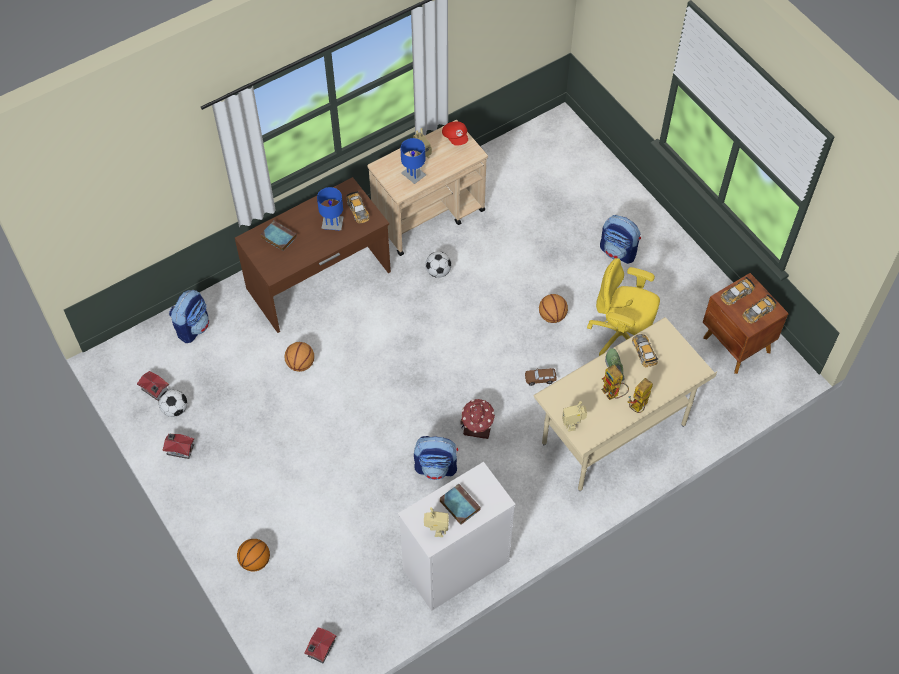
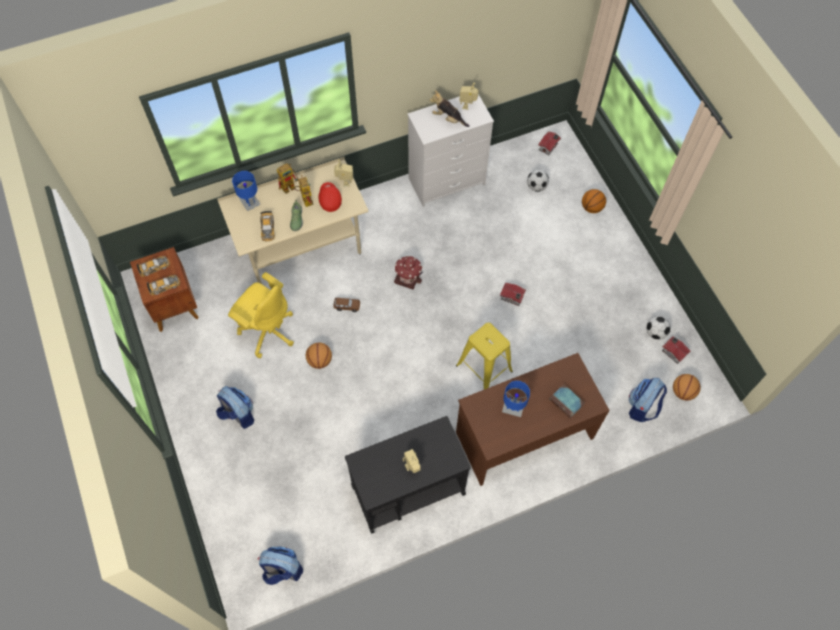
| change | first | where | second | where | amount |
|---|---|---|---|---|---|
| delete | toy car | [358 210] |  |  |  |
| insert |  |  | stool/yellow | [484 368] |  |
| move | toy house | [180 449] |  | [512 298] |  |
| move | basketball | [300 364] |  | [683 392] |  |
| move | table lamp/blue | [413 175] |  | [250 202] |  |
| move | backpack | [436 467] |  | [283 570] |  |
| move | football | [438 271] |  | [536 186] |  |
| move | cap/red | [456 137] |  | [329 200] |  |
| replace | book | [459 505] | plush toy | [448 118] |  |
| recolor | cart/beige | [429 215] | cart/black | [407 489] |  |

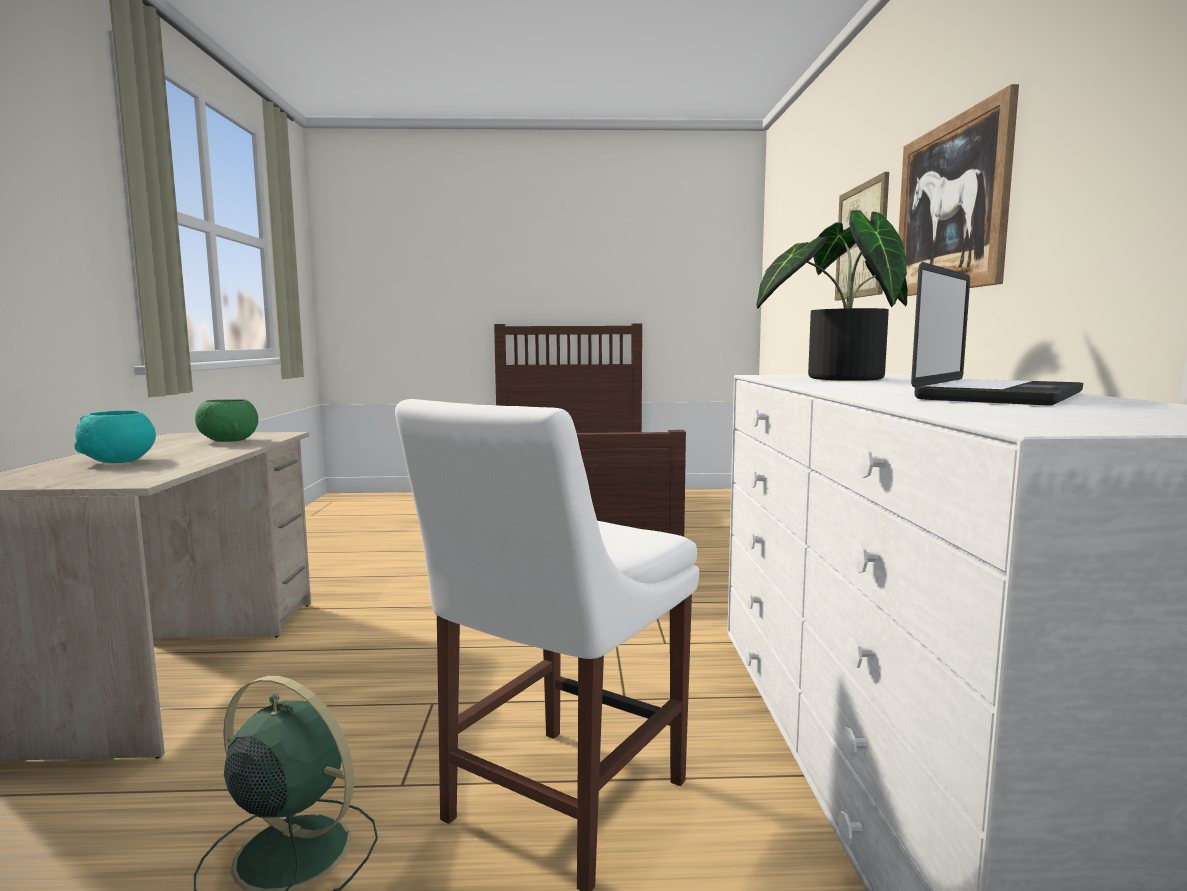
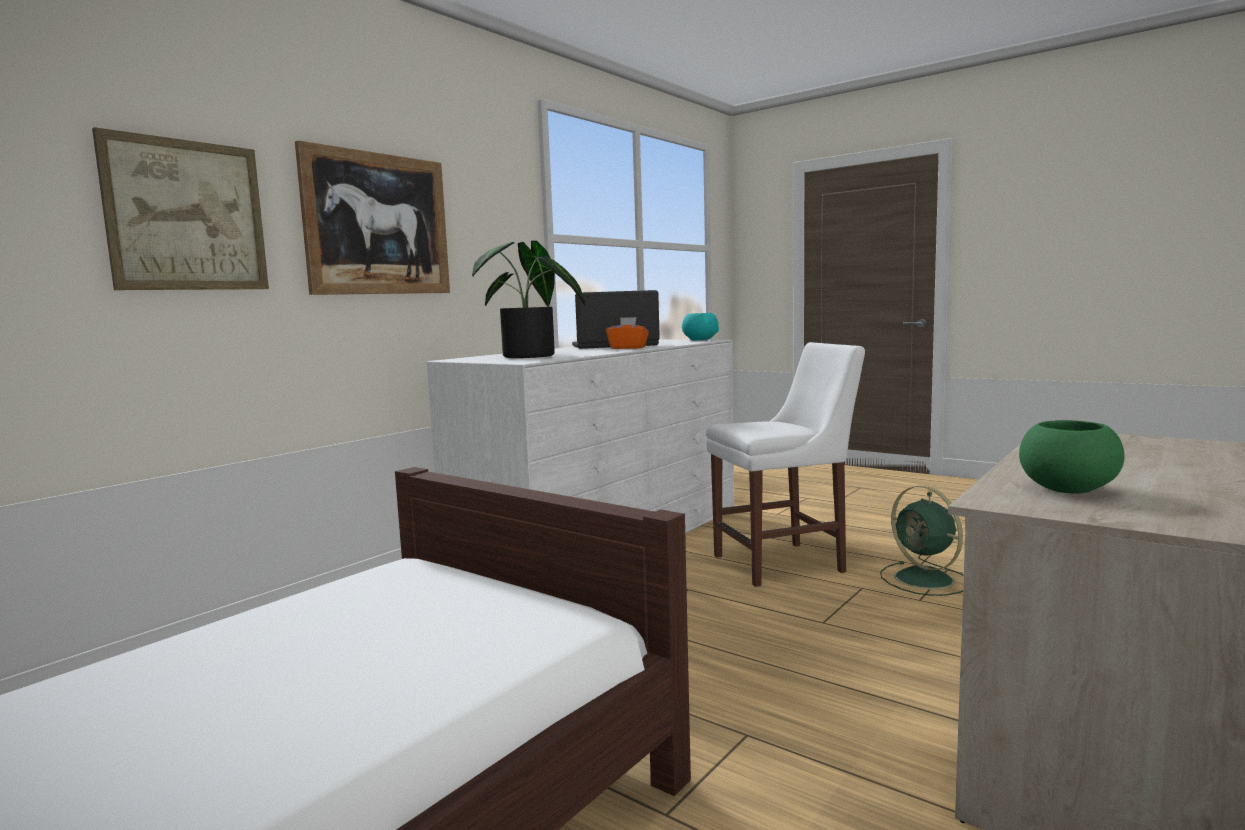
| change | first | where | second | where | amount |
|---|---|---|---|---|---|
| insert |  |  | tissue box/orange | [628 348] |  |
| move | bowl/turquoise | [119 461] |  | [700 340] |  |

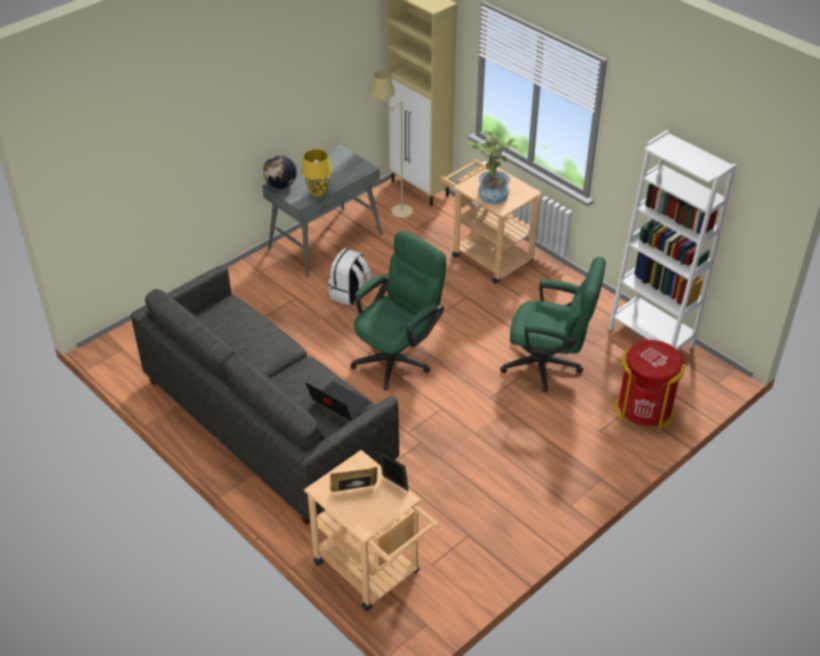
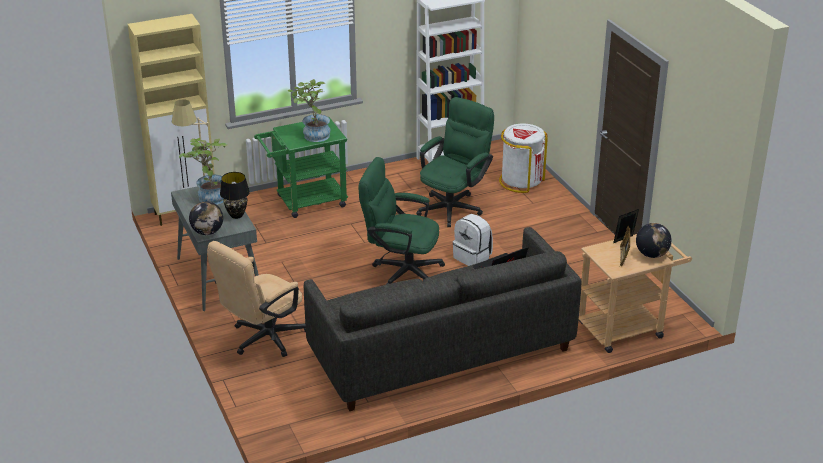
| change | first | where | second | where | amount |
|---|---|---|---|---|---|
| insert |  |  | potted plant | [209 196] |  |
| insert |  |  | office chair/beige | [262 340] |  |
| insert |  |  | globe | [652 254] |  |
| move | backpack/white | [350 294] |  | [473 257] |  |
| recolor | table lamp/yellow | [318 193] | table lamp/black | [237 215] |  |
| recolor | cart/beige | [487 255] | cart/green | [305 202] |  |
| recolor | trash can/red | [644 409] | trash can/white | [521 181] |  |
| rotate | office chair/green | [398 356] |  | [401 270] | 45 degrees counterclockwise |

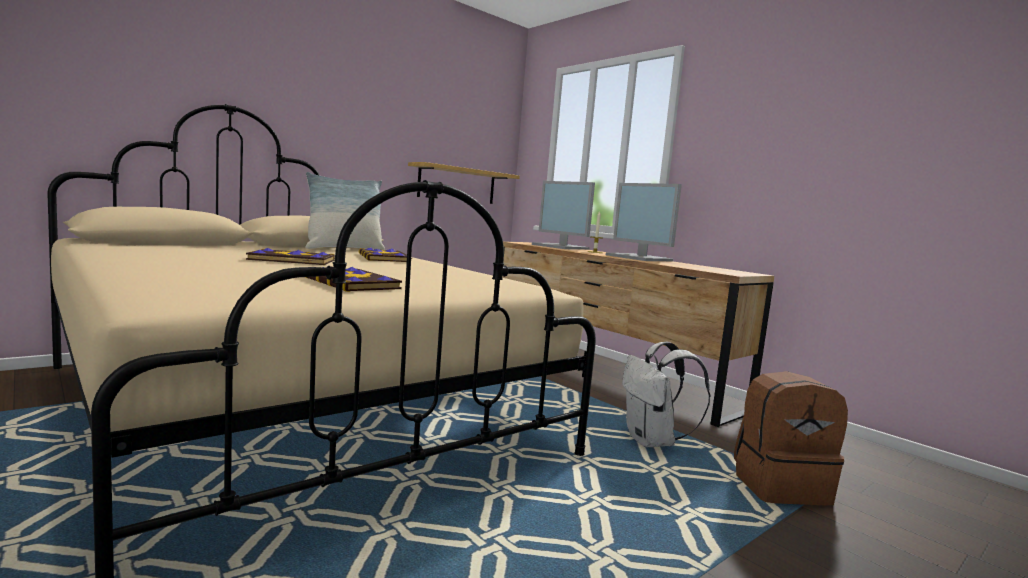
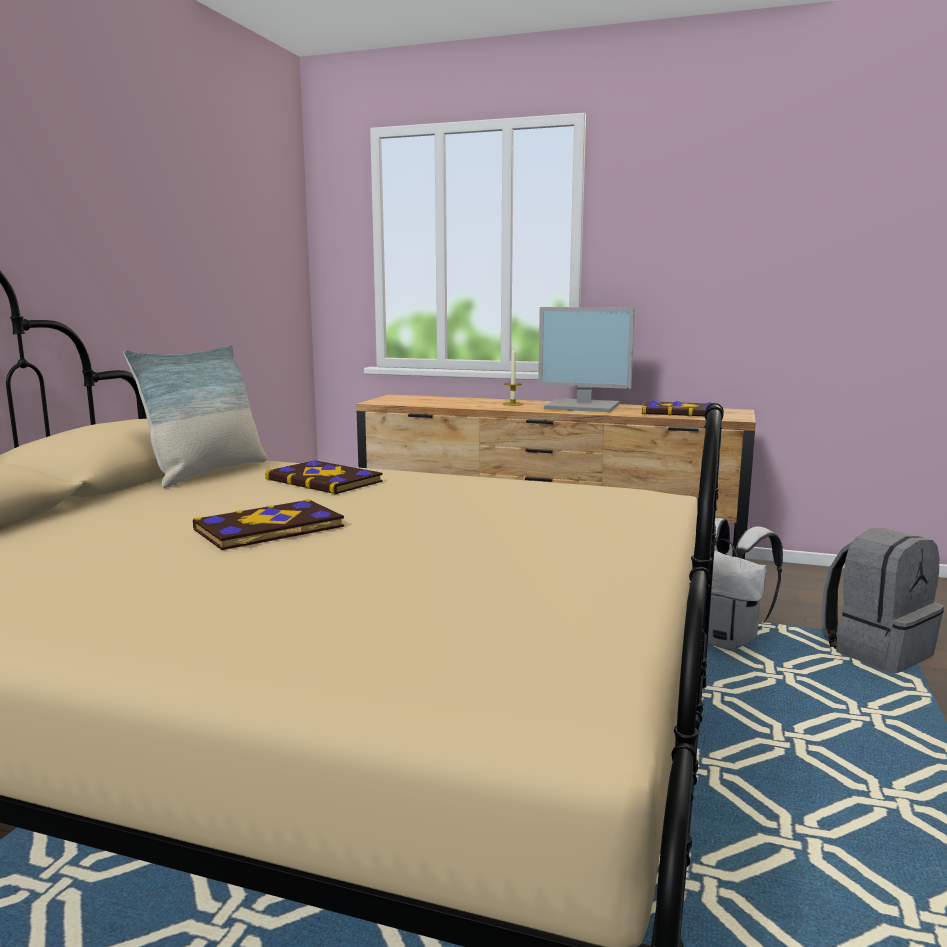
| change | first | where | second | where | amount |
|---|---|---|---|---|---|
| delete | shelf | [457 184] |  |  |  |
| delete | monitor | [561 247] |  |  |  |
| move | book | [353 283] |  | [680 412] |  |
| recolor | backpack/brown | [780 486] | backpack/grey | [876 650] |  |

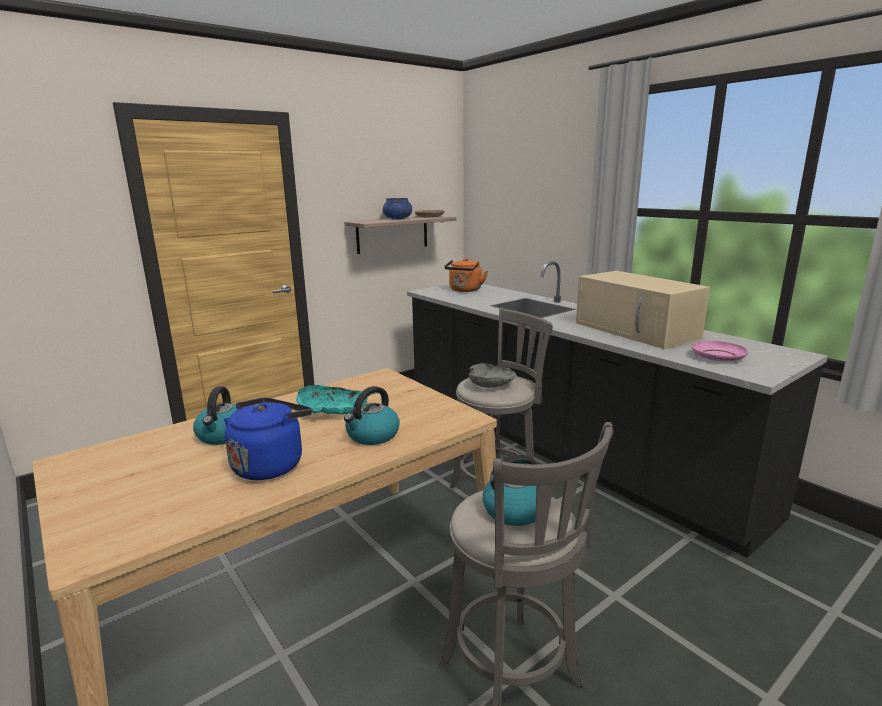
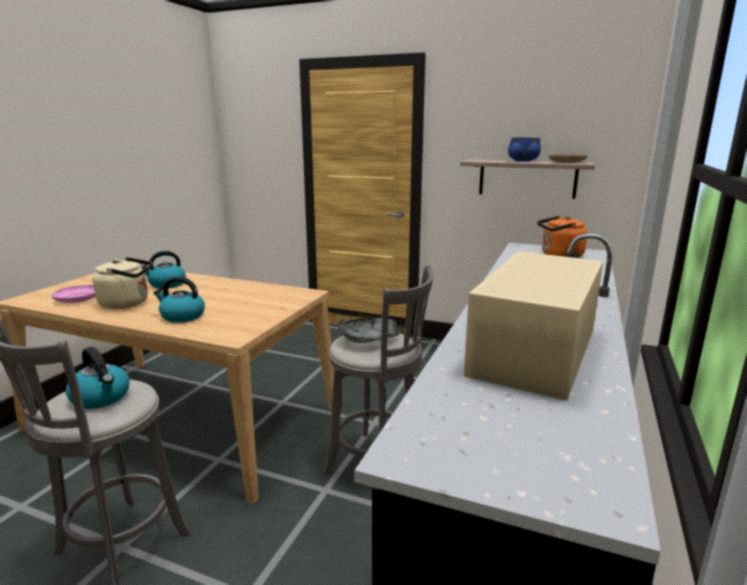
| change | first | where | second | where | amount |
|---|---|---|---|---|---|
| delete | bowl/turquoise | [331 411] |  |  |  |
| move | plate/pink | [718 357] |  | [78 299] |  |
| recolor | kettle/blue | [270 464] | kettle/beige | [128 303] |  |

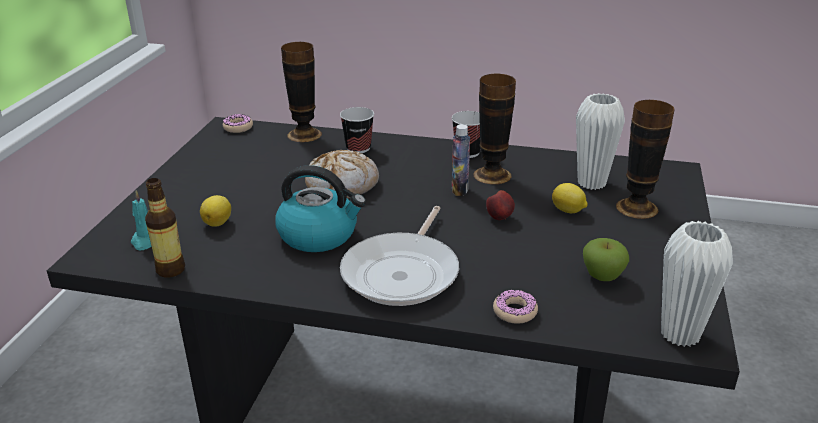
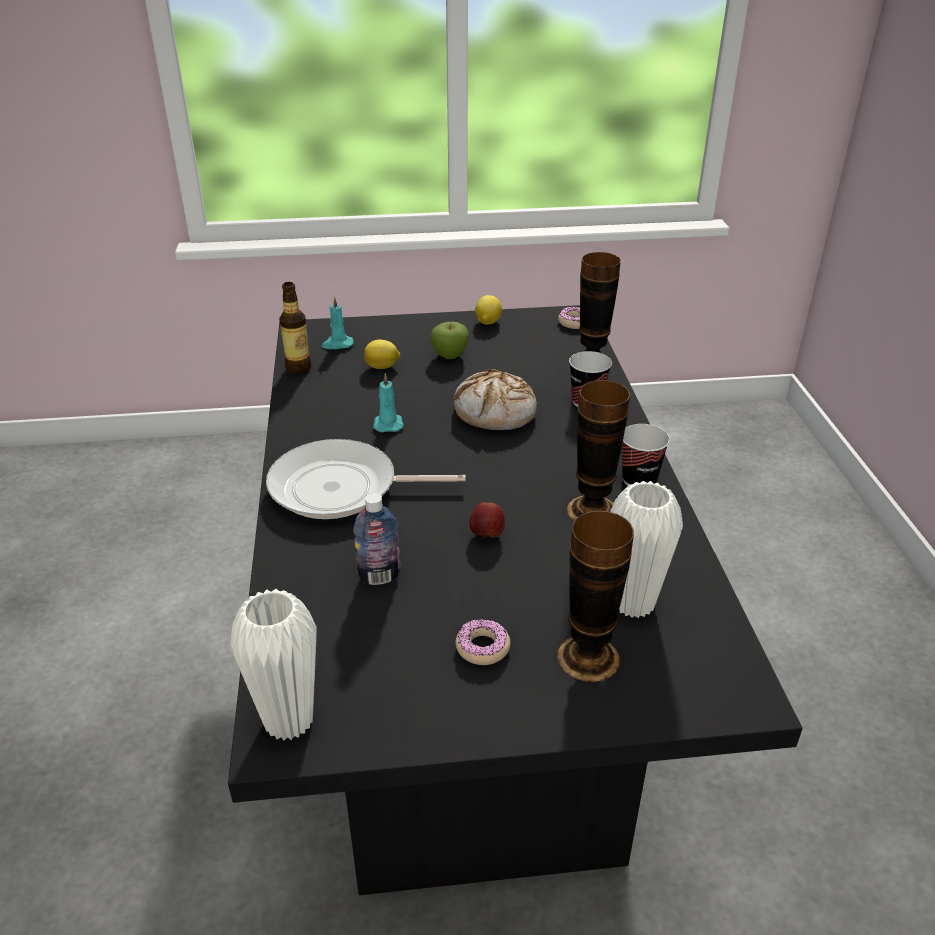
| change | first | where | second | where | amount |
|---|---|---|---|---|---|
| move | bottle | [459 190] |  | [379 577] |  |
| move | donut | [515 312] |  | [482 647] |  |
| move | lemon | [568 211] |  | [487 322] |  |
| move | apple | [602 277] |  | [450 356] |  |
| replace | kettle | [319 235] | candle/turquoise | [388 424] |  |

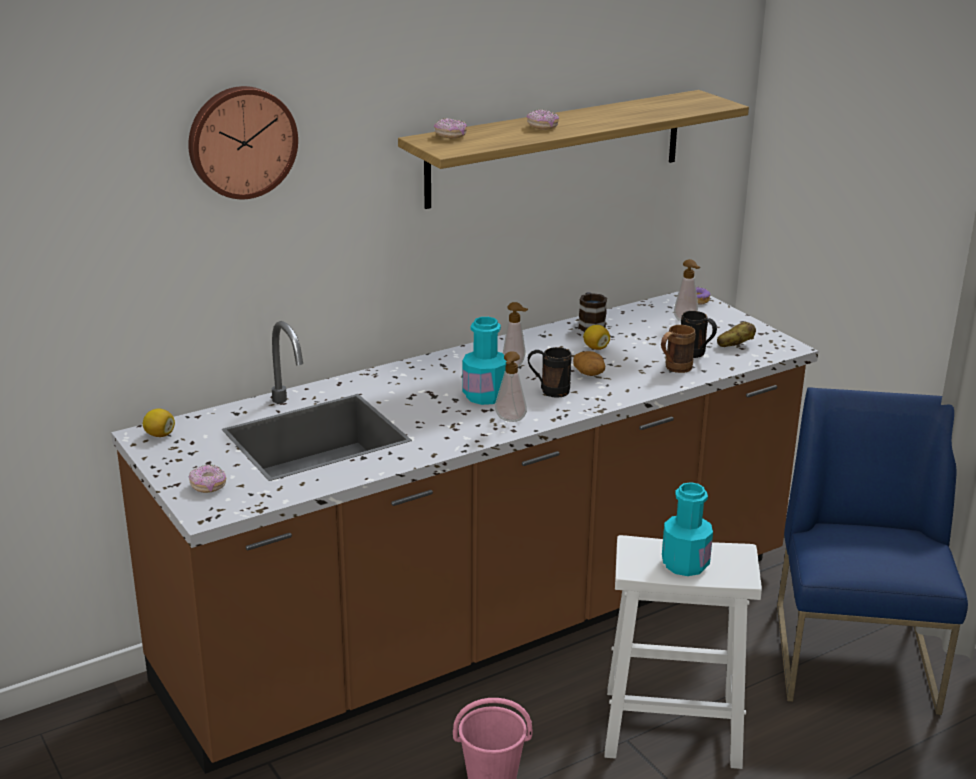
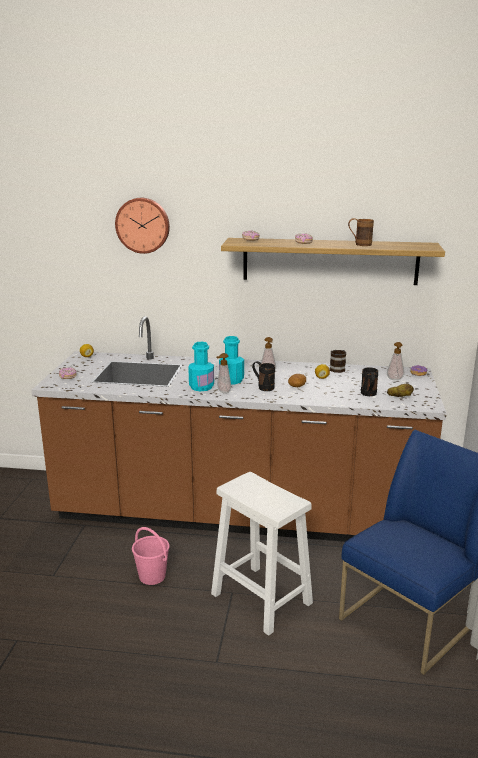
| change | first | where | second | where | amount |
|---|---|---|---|---|---|
| move | mug/brown | [674 369] |  | [359 244] |  |
| move | bottle/turquoise | [685 564] |  | [201 387] |  |

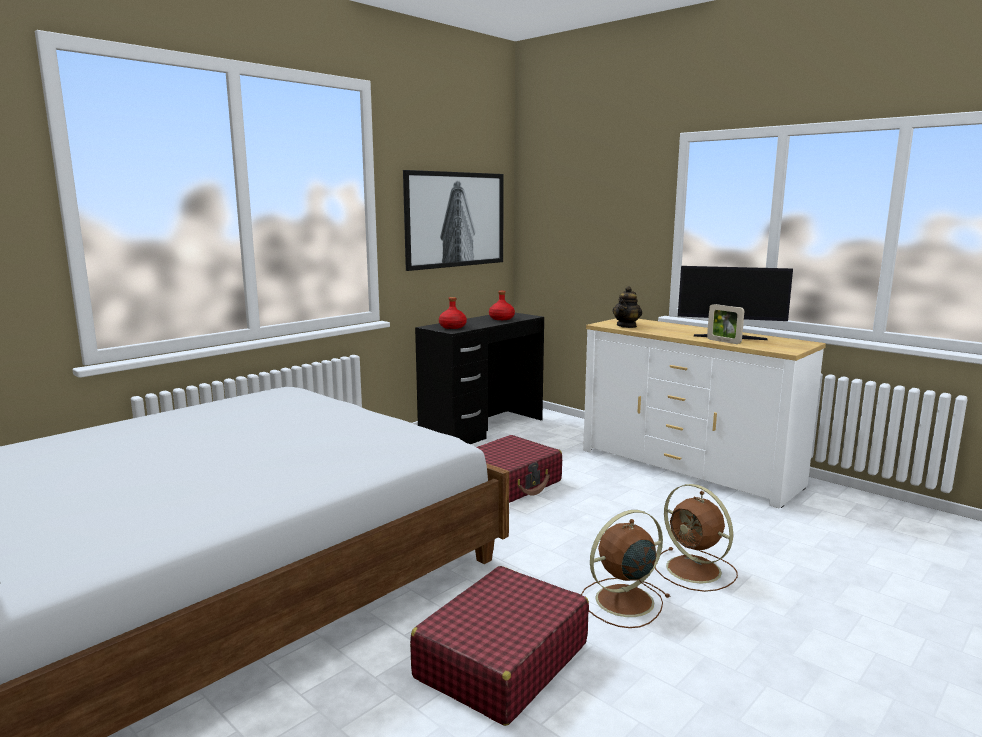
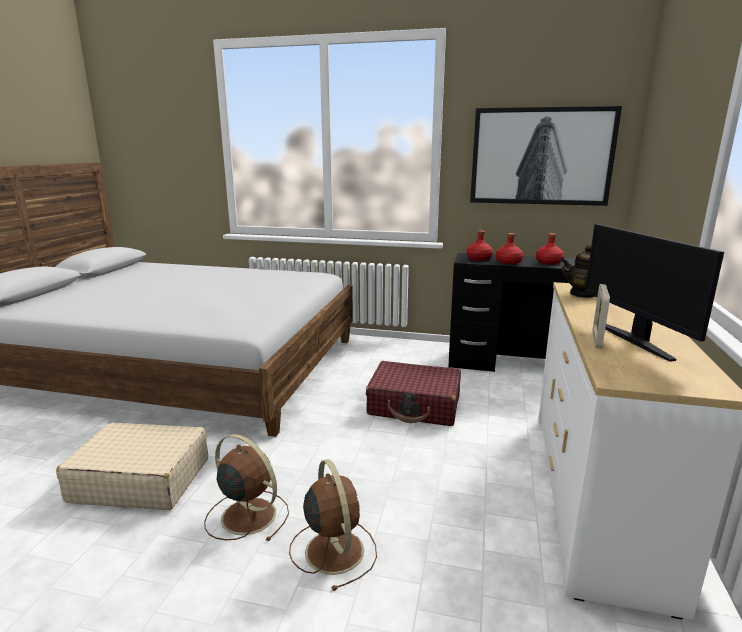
| change | first | where | second | where | amount |
|---|---|---|---|---|---|
| insert |  |  | bottle/red | [508 262] |  |
| recolor | suitcase/red | [501 661] | suitcase/beige | [140 480] |  |
| rotate | fan/brown | [695 570] |  | [333 549] | 135 degrees clockwise |

